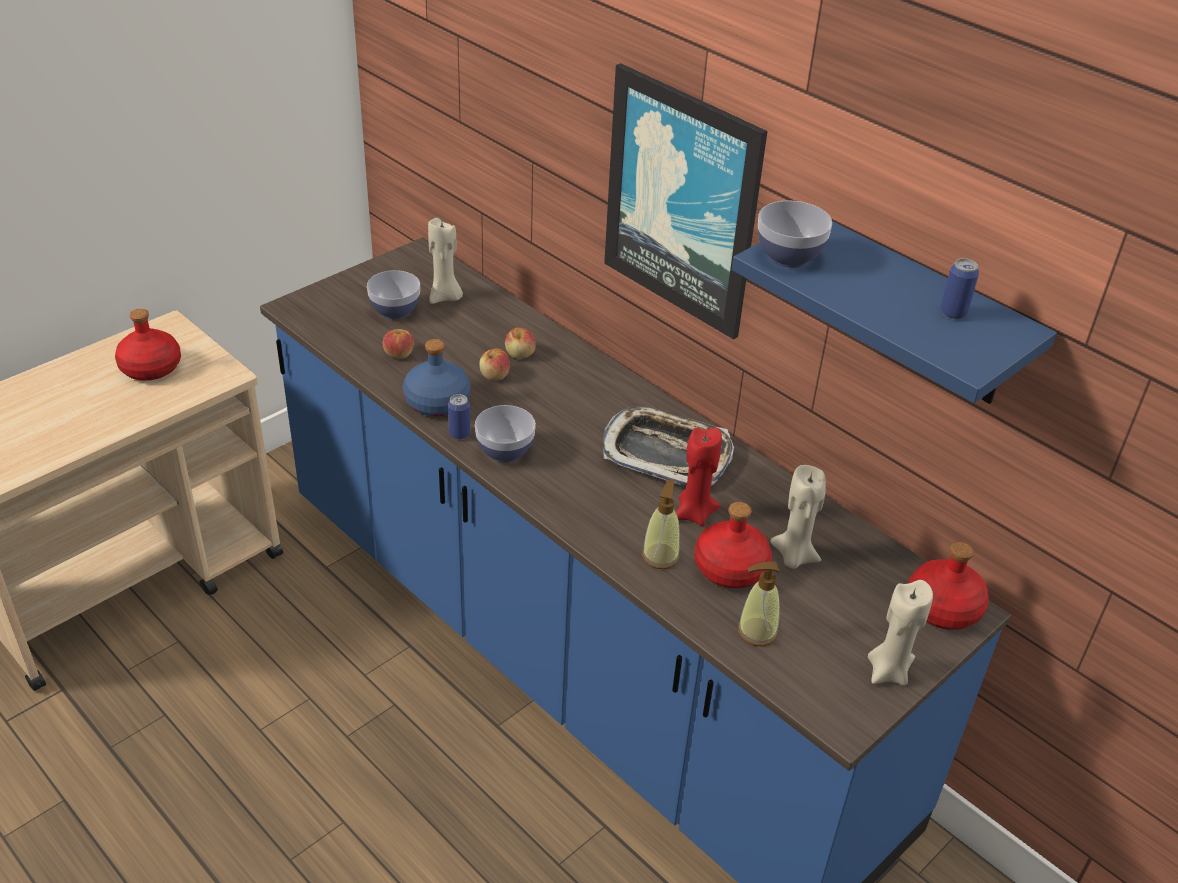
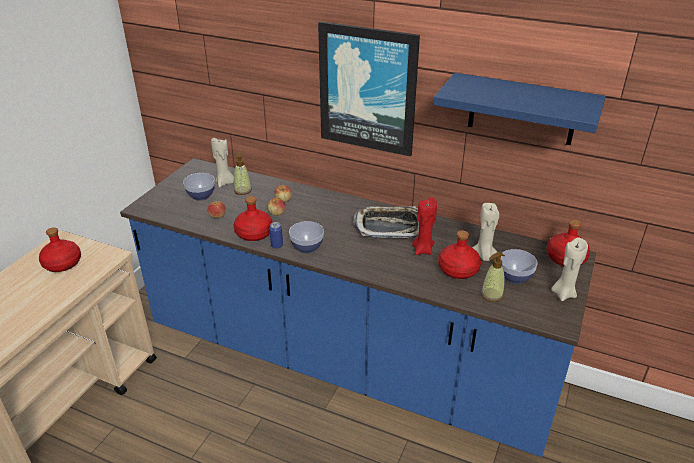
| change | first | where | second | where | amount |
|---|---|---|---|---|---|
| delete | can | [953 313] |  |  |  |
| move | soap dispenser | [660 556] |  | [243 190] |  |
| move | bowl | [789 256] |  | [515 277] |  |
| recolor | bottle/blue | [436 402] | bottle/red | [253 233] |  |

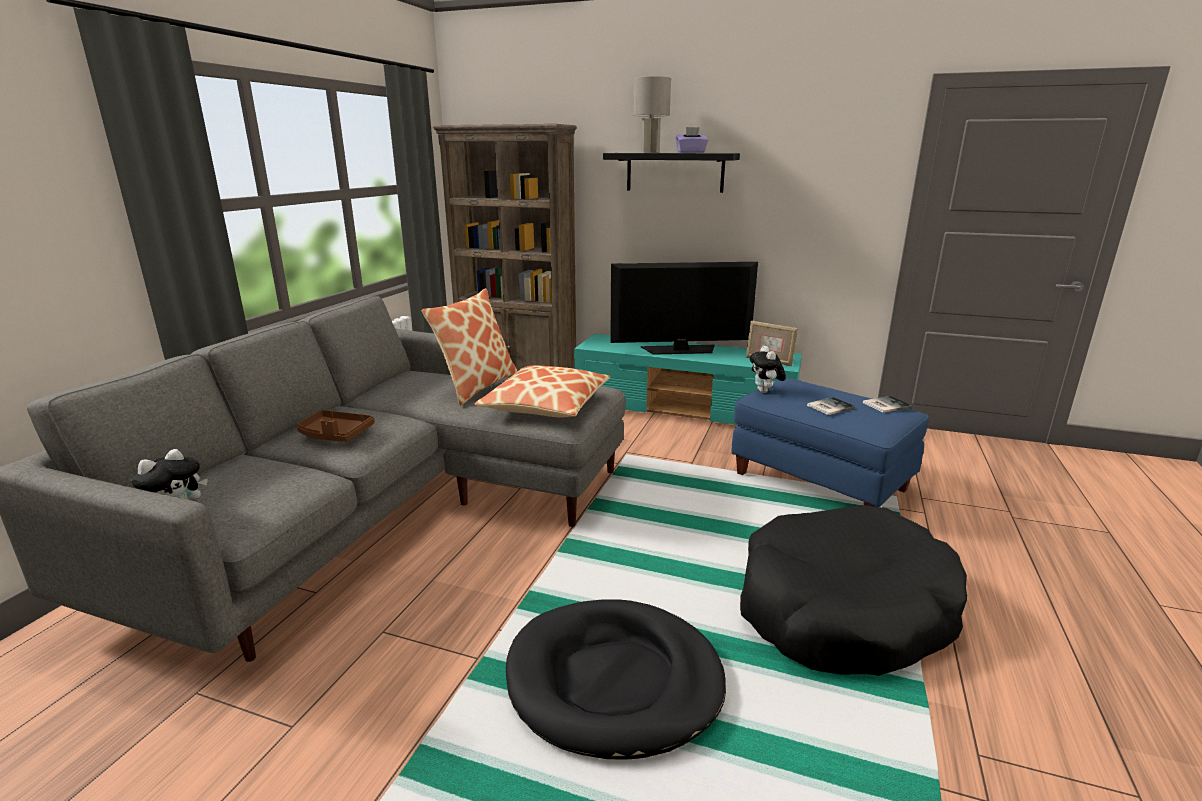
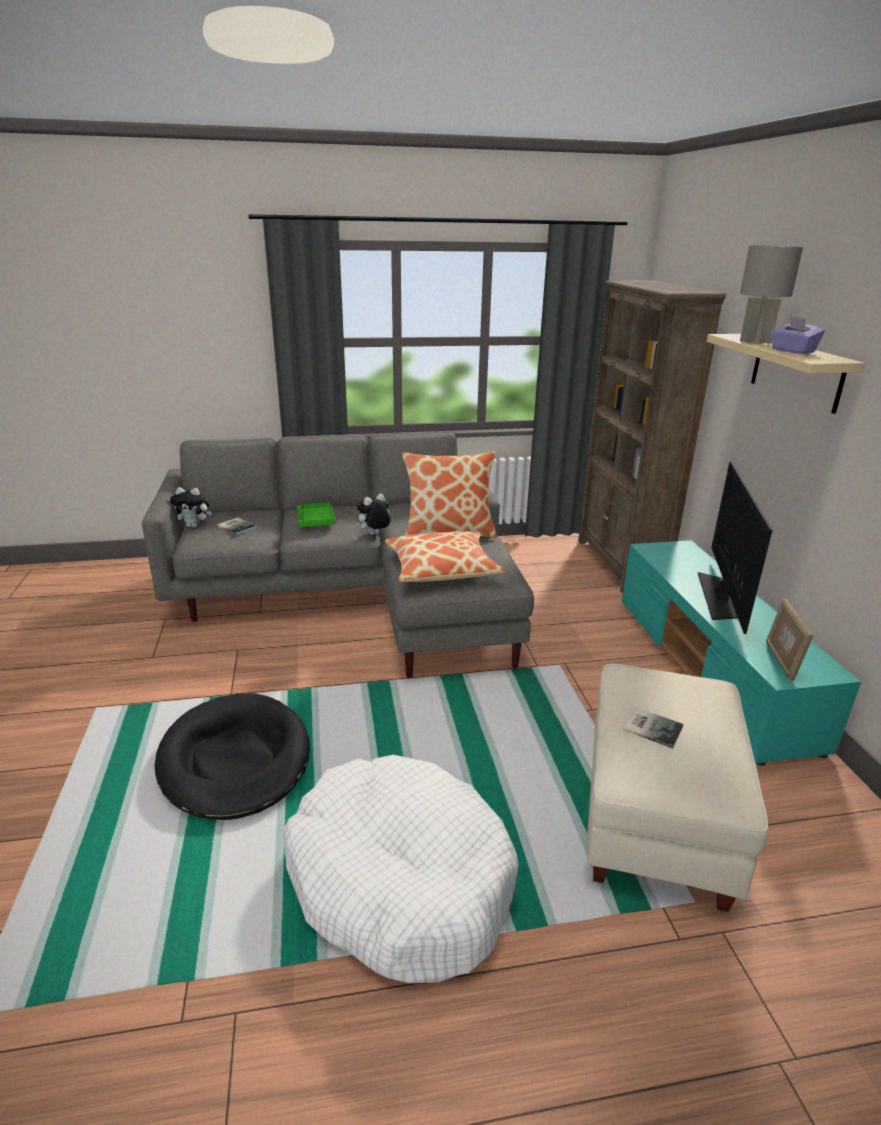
| change | first | where | second | where | amount |
|---|---|---|---|---|---|
| move | plush toy | [765 392] |  | [374 534] |  |
| move | book | [885 405] |  | [237 526] |  |
| recolor | tray/brown | [335 435] | tray/green | [315 521] |  |
| recolor | shelf/black | [675 172] | shelf/beige | [796 372] |  |
| recolor | ottoman/blue | [820 481] | ottoman/beige | [657 818] |  |
| recolor | dog bed/black | [842 610] | dog bed/white | [399 880] |  |
| rotate | television | [680 350] |  | [721 596] | 135 degrees counterclockwise |

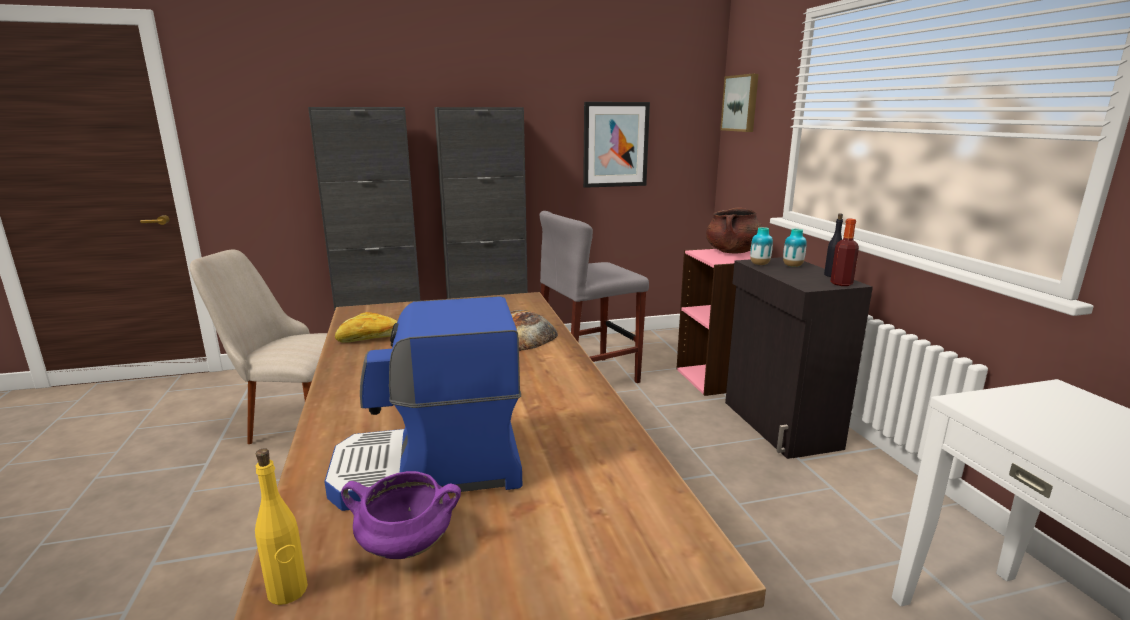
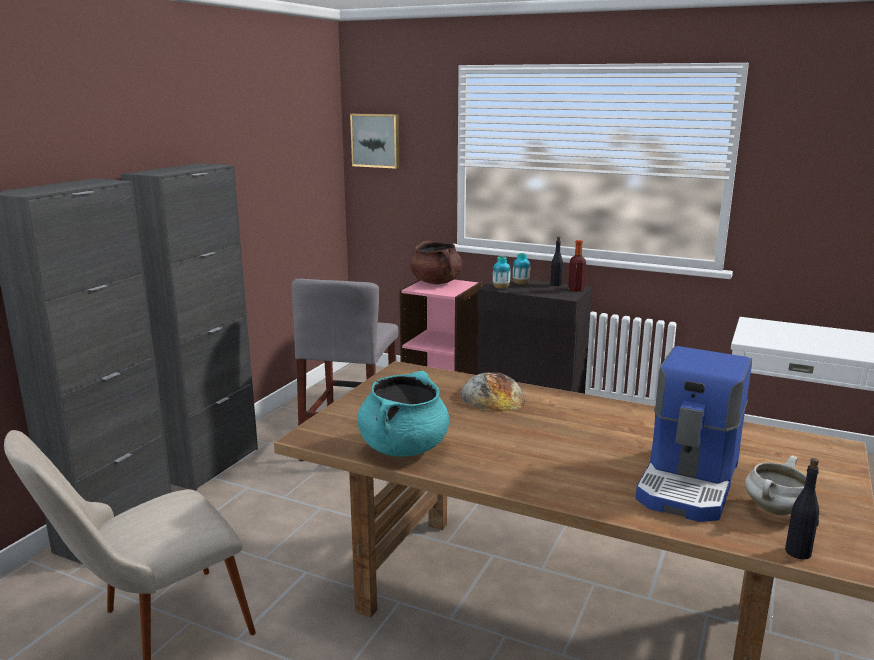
| change | first | where | second | where | amount |
|---|---|---|---|---|---|
| delete | picture | [615 144] |  |  |  |
| replace | bread | [369 338] | cooking pot/turquoise | [404 447] |  |
| recolor | bottle/yellow | [288 591] | bottle/black | [798 552] |  |
| recolor | cooking pot/purple | [404 547] | cooking pot/white | [775 510] |  |

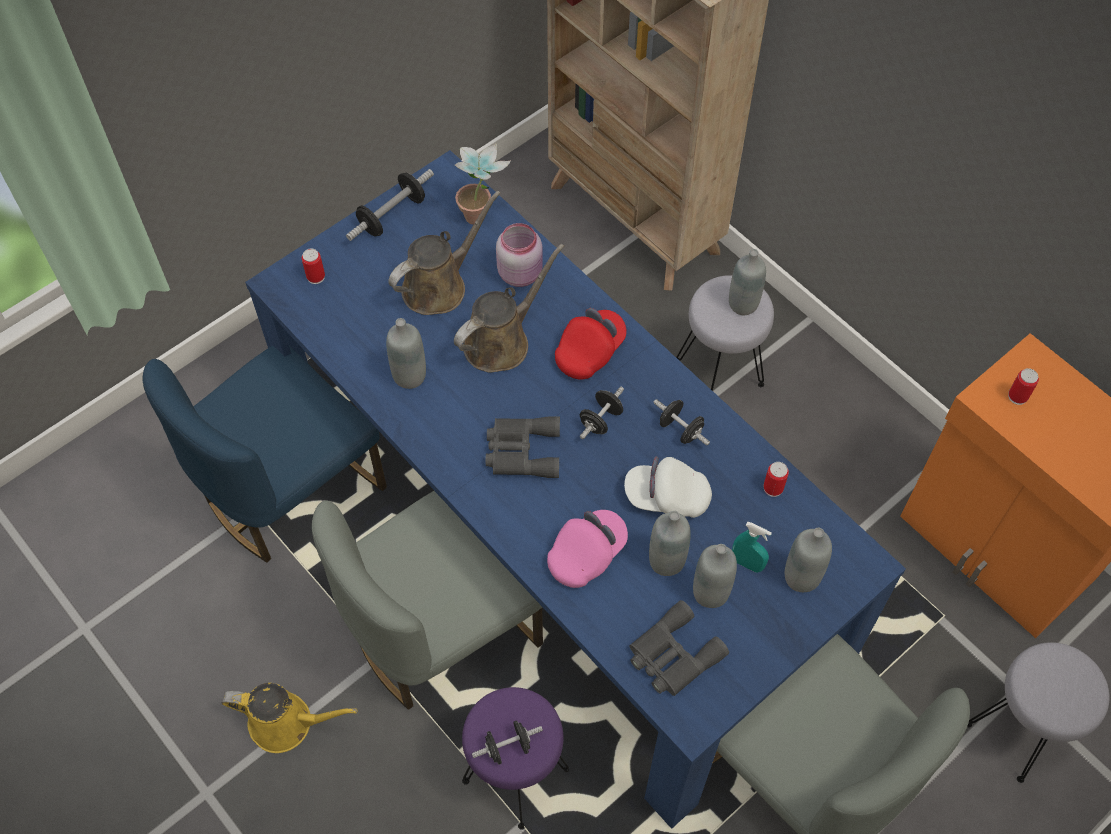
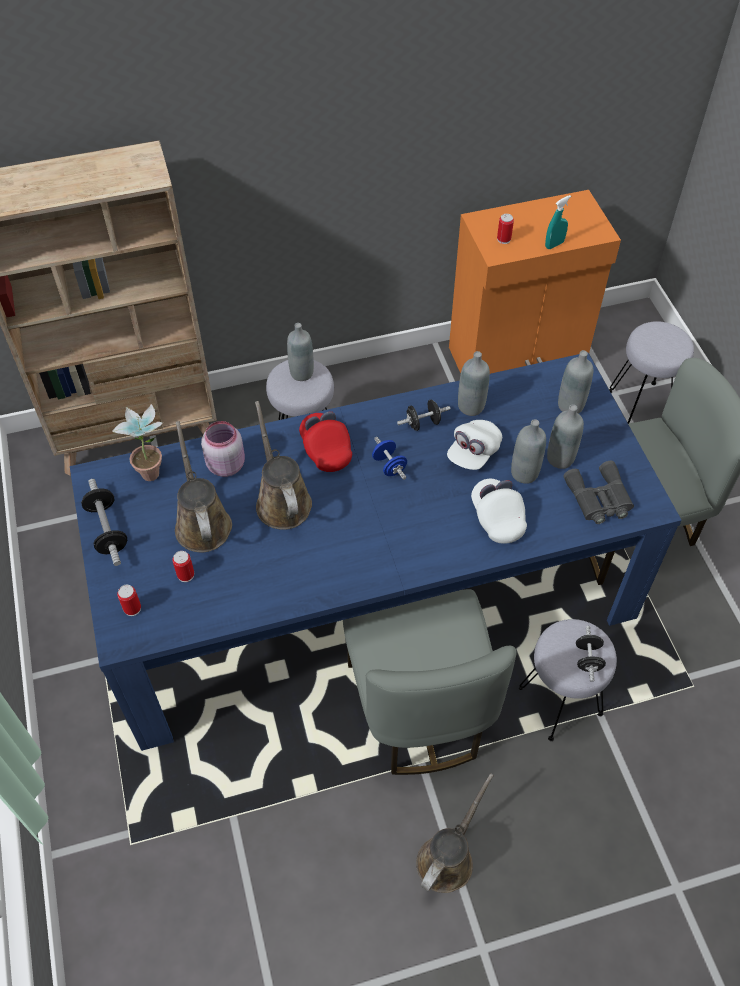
| change | first | where | second | where | amount |
|---|---|---|---|---|---|
| delete | chair/blue | [289 488] |  |  |  |
| delete | binoculars/grey | [521 451] |  |  |  |
| move | bottle/grey | [409 376] |  | [471 406] |  |
| move | spray bottle/turquoise | [747 563] |  | [554 244] |  |
| move | can | [773 488] |  | [186 575] |  |
| recolor | watering can/yellow | [287 723] | watering can/brown | [448 858] |  |
| recolor | stool/purple | [515 774] | stool/grey | [558 702] |  |
| recolor | cap/pink | [587 554] | cap/white | [497 517] |  |
| recolor | dumbbell/black | [601 420] | dumbbell/blue | [389 466] |  |

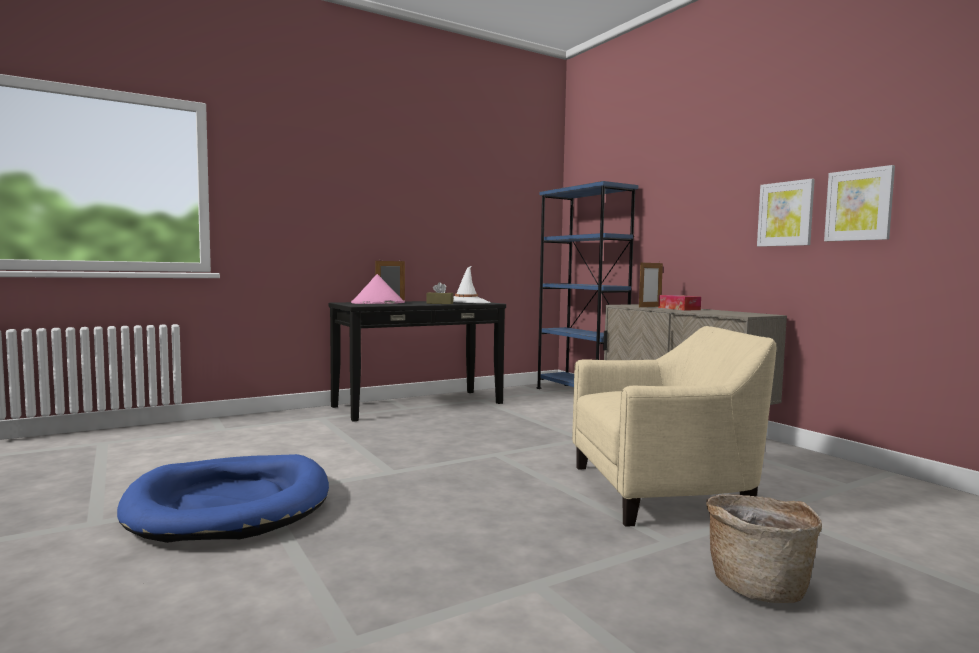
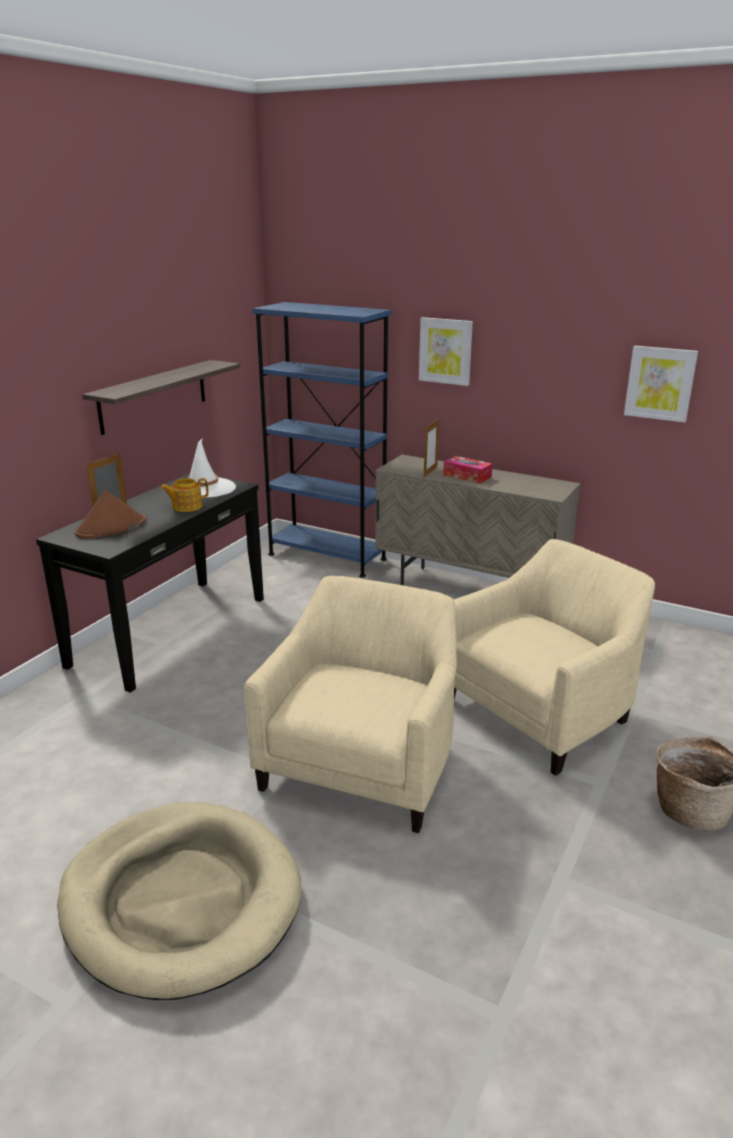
| change | first | where | second | where | amount |
|---|---|---|---|---|---|
| insert |  |  | shelf | [154 396] |  |
| insert |  |  | armchair/beige | [363 764] |  |
| move | picture | [785 214] |  | [445 351] |  |
| replace | tissue box/brown | [439 303] | teapot | [186 506] |  |
| recolor | dog bed/blue | [230 504] | dog bed/beige | [181 901] |  |
| recolor | hat/pink | [377 303] | hat/brown | [111 527] |  |

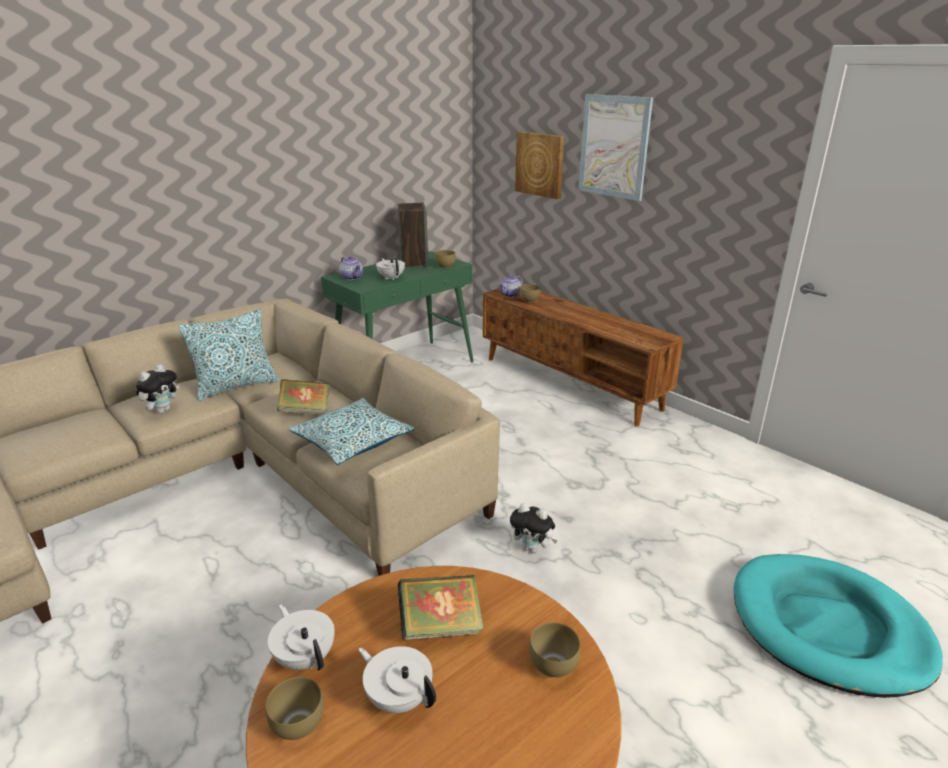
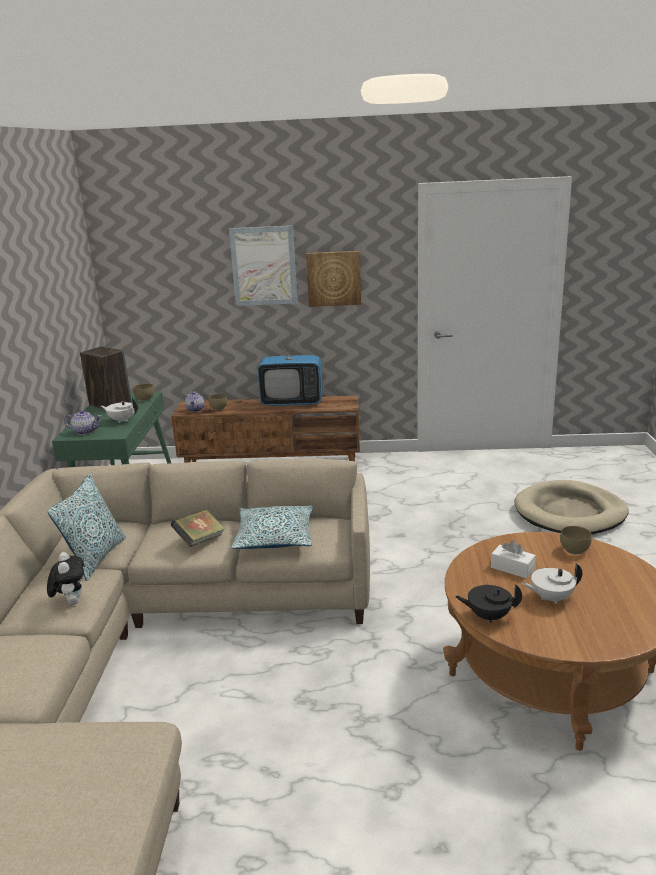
| change | first | where | second | where | amount |
|---|---|---|---|---|---|
| delete | bowl/brown | [300 724] |  |  |  |
| delete | plush toy | [532 549] |  |  |  |
| insert |  |  | television | [292 402] |  |
| move | picture | [540 164] |  | [333 278] |  |
| replace | book | [440 626] | tissue box/white | [512 568] |  |
| recolor | teapot/white | [305 657] | teapot/black | [488 616] |  |
| recolor | dog bed/turquoise | [828 627] | dog bed/beige | [570 513] |  |

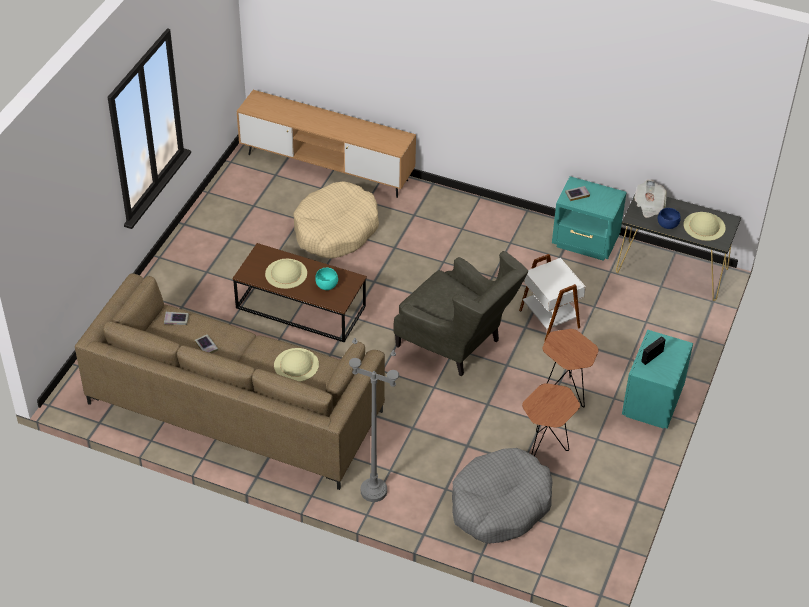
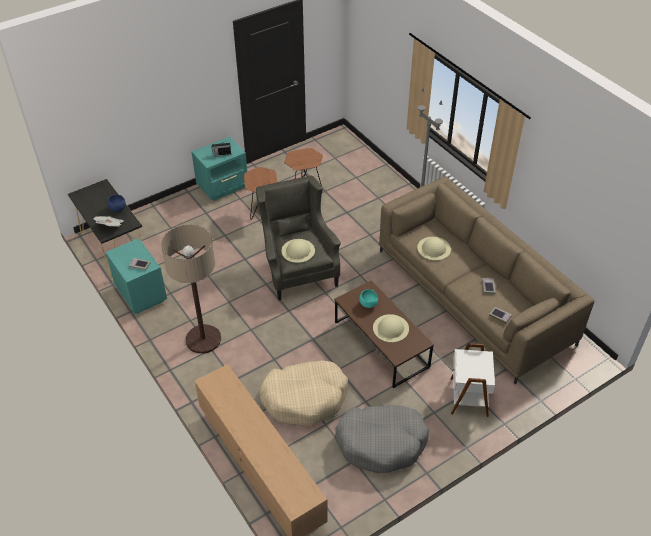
| change | first | where | second | where | amount |
|---|---|---|---|---|---|
| insert |  |  | floor lamp | [203 339] |  |
| move | dog bed/grey | [500 505] |  | [381 443] |  |
| move | side table/white | [550 318] |  | [467 397] |  |
| move | hat/beige | [704 226] |  | [298 250] |  |

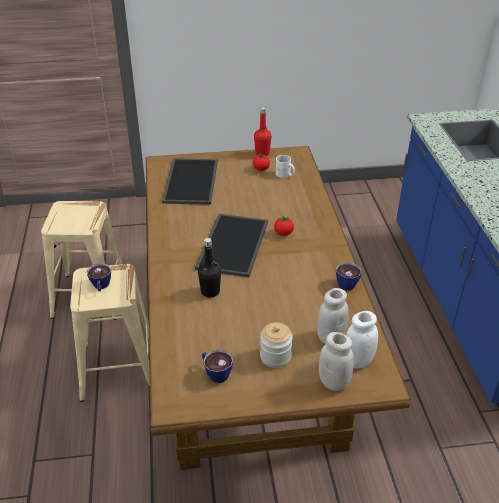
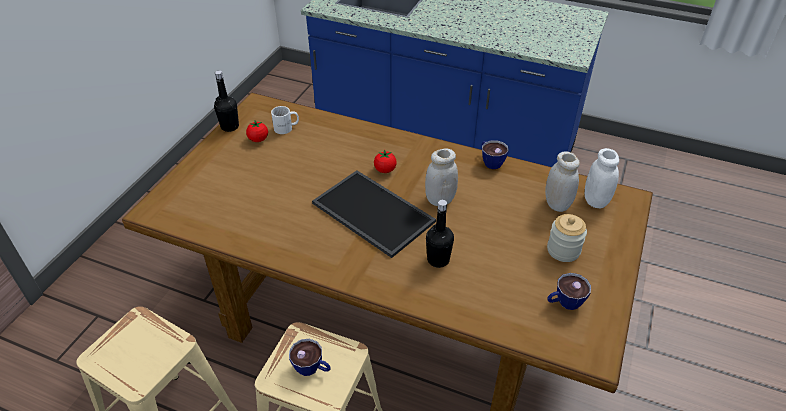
| change | first | where | second | where | amount |
|---|---|---|---|---|---|
| delete | tray | [189 181] |  |  |  |
| move | jar/white | [334 382] |  | [440 199] |  |
| recolor | bottle/red | [262 153] | bottle/black | [230 127] |  |

